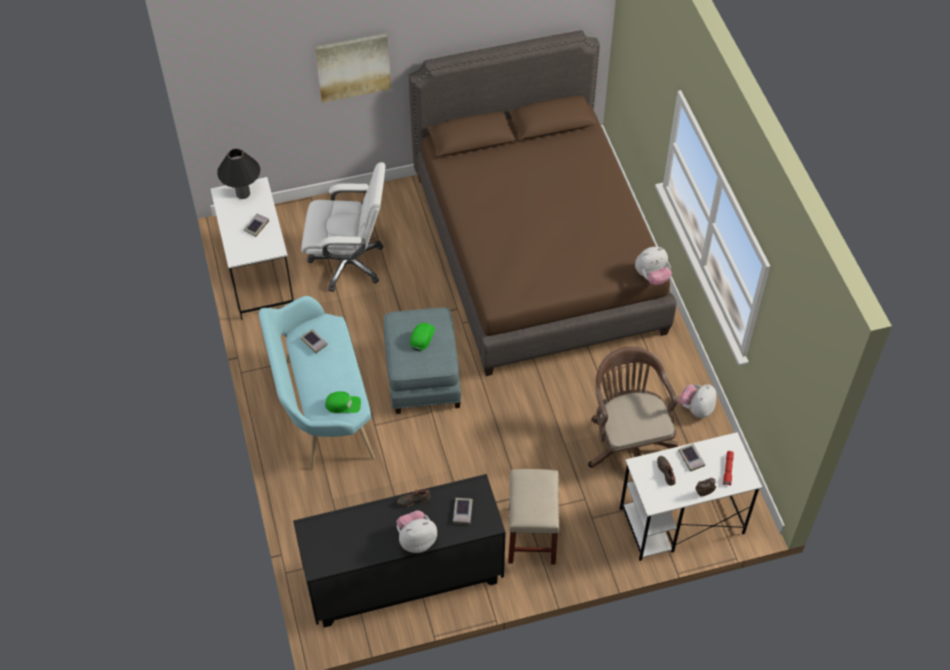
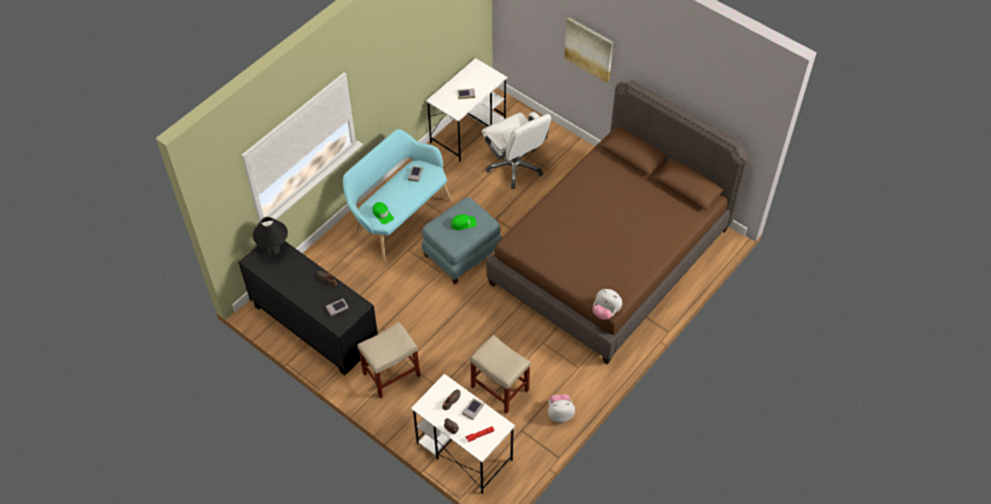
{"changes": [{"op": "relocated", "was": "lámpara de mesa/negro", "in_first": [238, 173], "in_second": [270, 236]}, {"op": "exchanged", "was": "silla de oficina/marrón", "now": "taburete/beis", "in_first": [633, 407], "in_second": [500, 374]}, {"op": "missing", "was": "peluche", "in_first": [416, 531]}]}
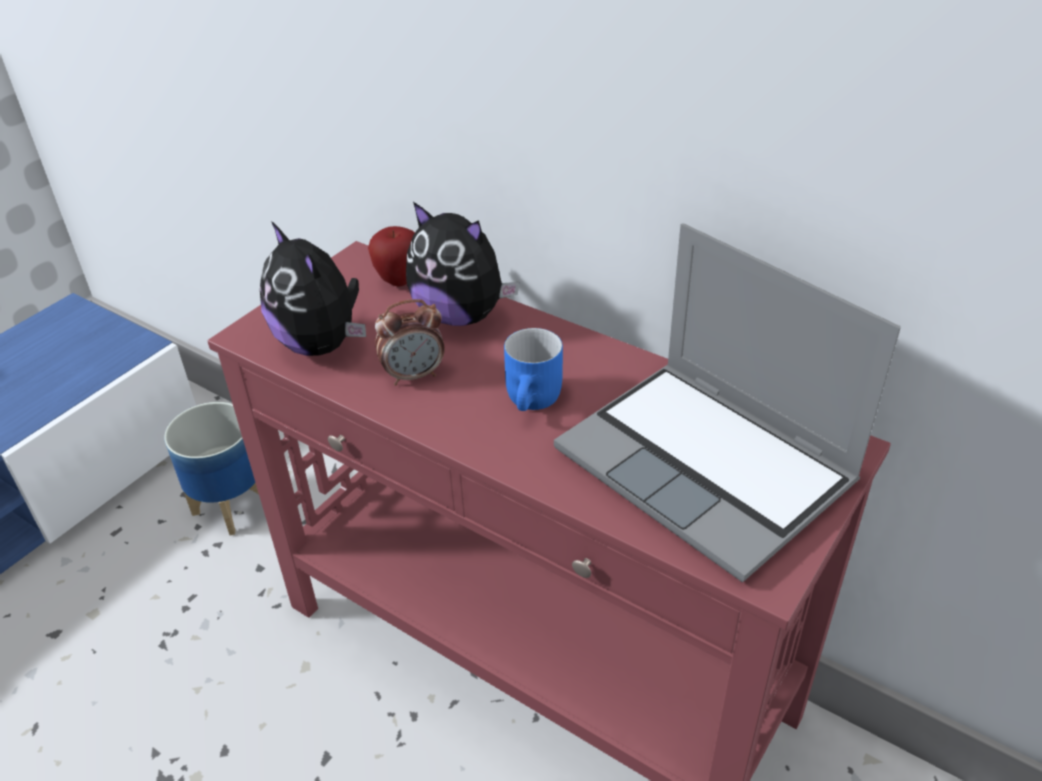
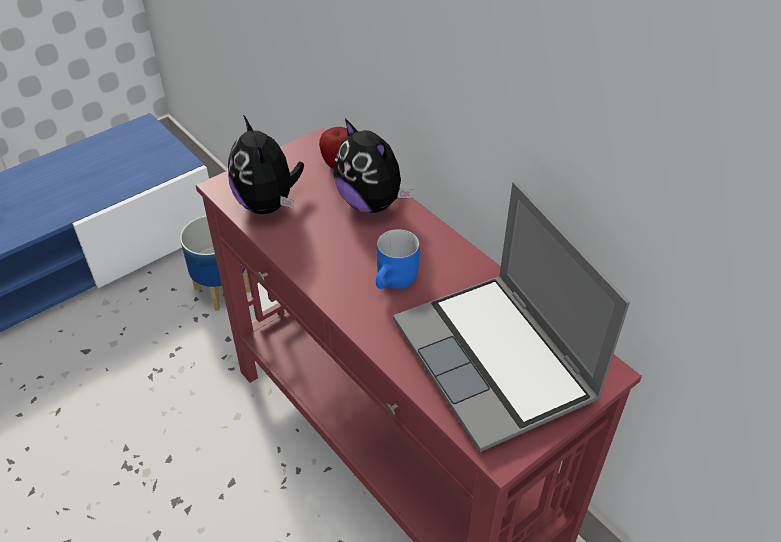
{"changes": [{"op": "missing", "was": "despertador", "in_first": [410, 342]}]}
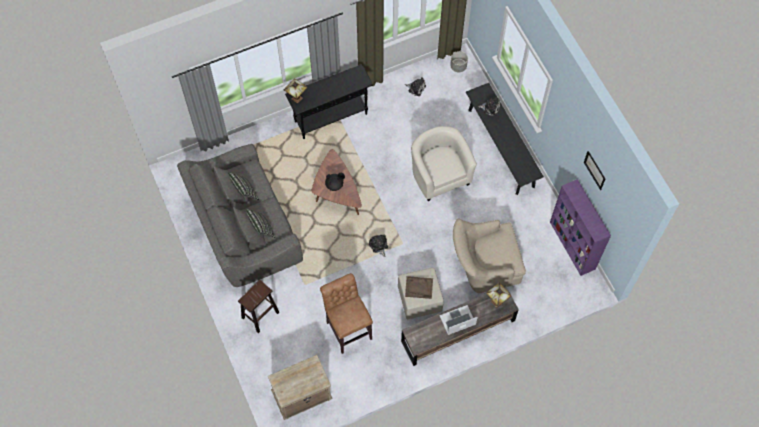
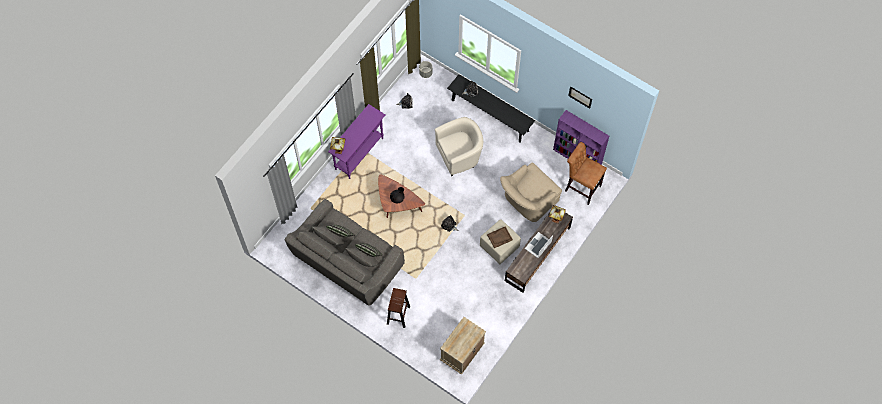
{"changes": [{"op": "colour", "was": "mesa consola/negro", "now": "mesa consola/morado", "in_first": [329, 101], "in_second": [356, 141]}, {"op": "spun", "was": "sillón/beis", "in_first": [444, 163], "in_second": [459, 146], "clockwise": 120}, {"op": "relocated", "was": "taburete/marrón", "in_first": [346, 313], "in_second": [586, 173]}]}
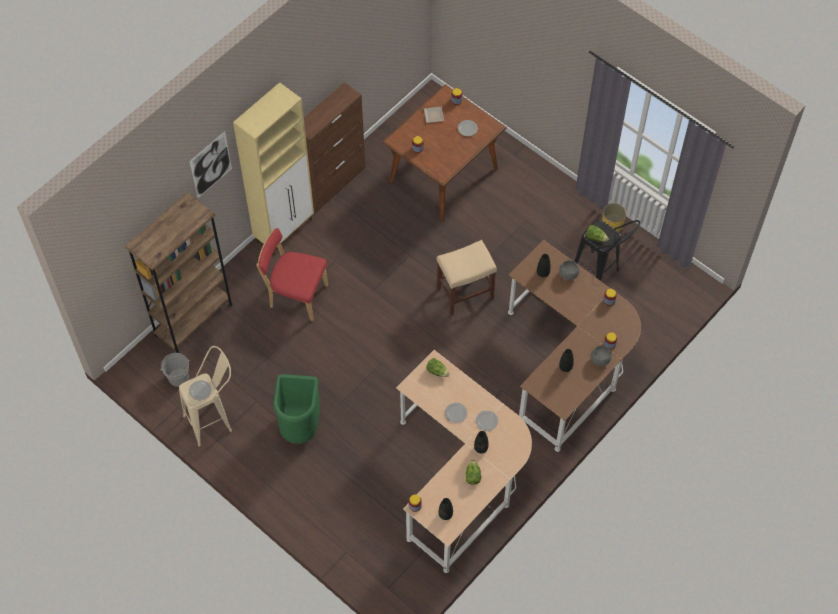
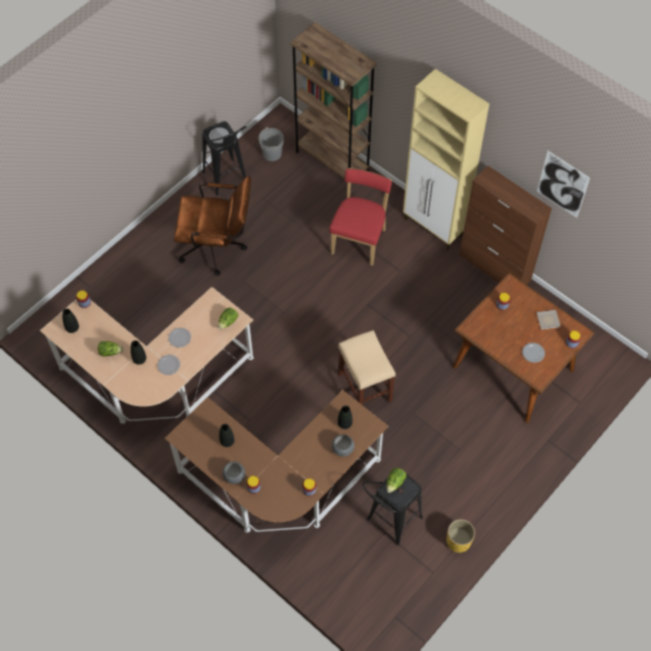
{"changes": [{"op": "relocated", "was": "cuadro", "in_first": [211, 164], "in_second": [563, 184]}, {"op": "colour", "was": "taburete/beis", "now": "taburete/negro", "in_first": [205, 396], "in_second": [224, 158]}, {"op": "exchanged", "was": "papelera/verde", "now": "silla de oficina/marrón", "in_first": [297, 409], "in_second": [212, 225]}]}
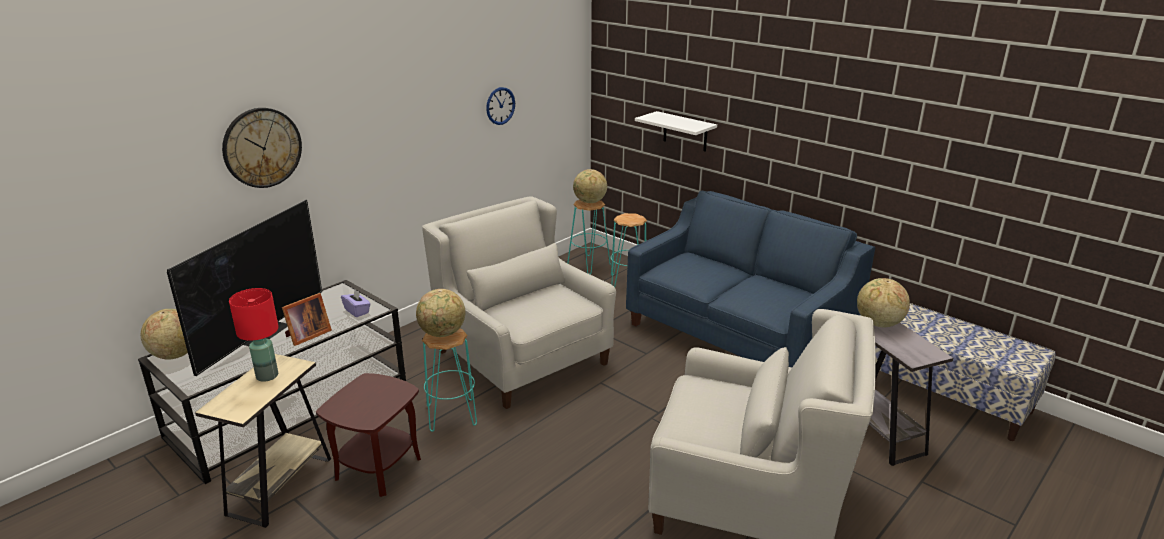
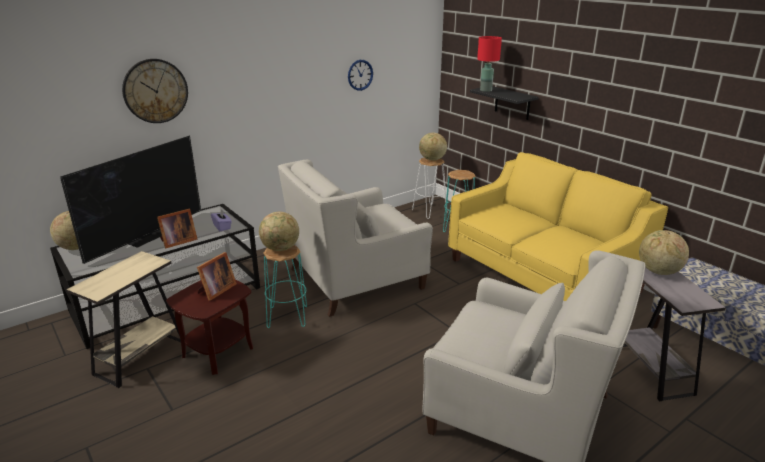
{"changes": [{"op": "colour", "was": "estante/blanco", "now": "estante/negro", "in_first": [676, 131], "in_second": [504, 103]}, {"op": "colour", "was": "sofá/azul", "now": "sofá/amarillo", "in_first": [750, 279], "in_second": [558, 226]}, {"op": "spun", "was": "sillón/blanco", "in_first": [519, 302], "in_second": [355, 238], "clockwise": -90}, {"op": "colour", "was": "taburete/turquesa", "now": "taburete/blanco", "in_first": [589, 237], "in_second": [429, 188]}, {"op": "relocated", "was": "lámpara de mesa/rojo", "in_first": [254, 335], "in_second": [489, 64]}, {"op": "appeared", "now": "portarretratos", "in_second": [217, 276]}]}
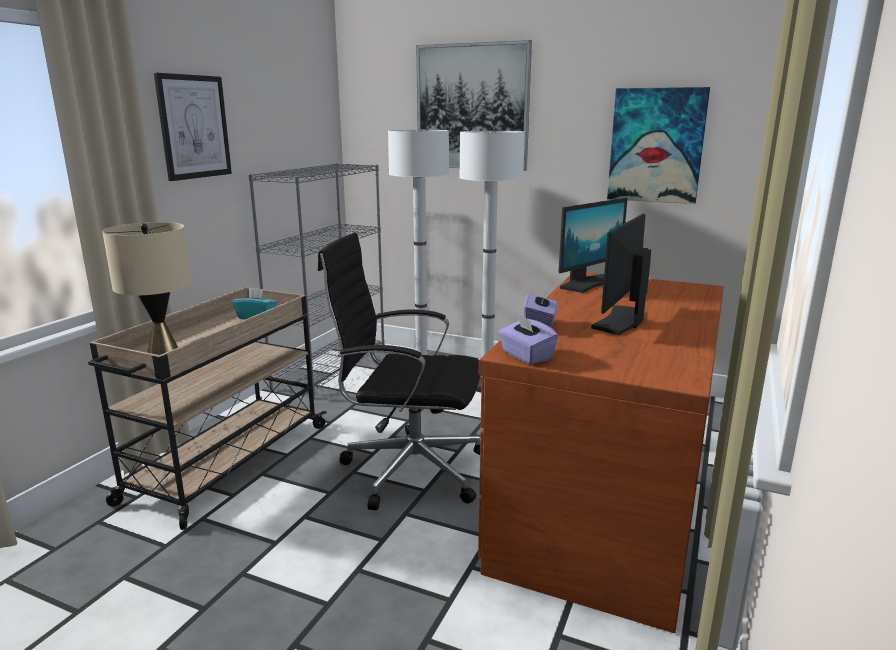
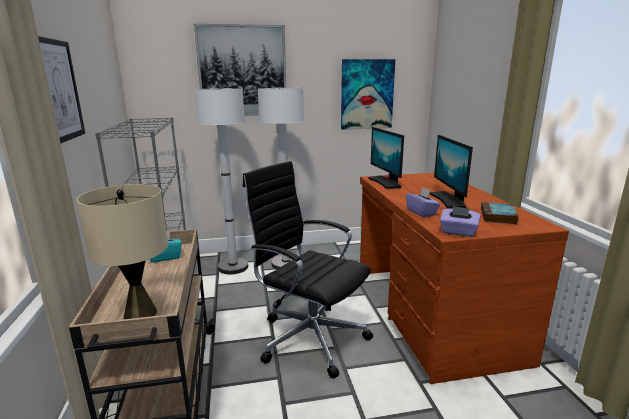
{"changes": [{"op": "spun", "was": "monitor", "in_first": [593, 245], "in_second": [386, 158], "clockwise": 150}, {"op": "spun", "was": "silla de oficina/negro", "in_first": [399, 371], "in_second": [308, 269], "clockwise": 60}, {"op": "appeared", "now": "libro", "in_second": [500, 213]}]}
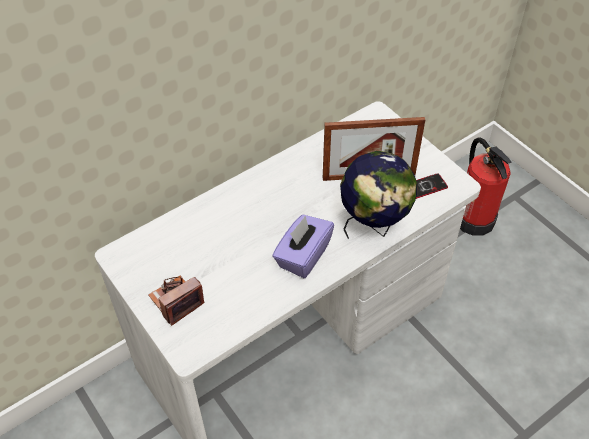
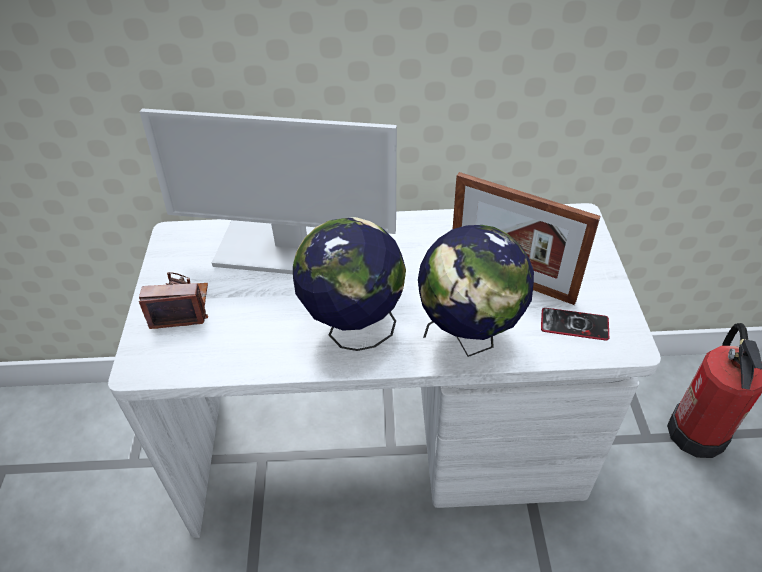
{"changes": [{"op": "exchanged", "was": "caja de pañuelos/morado", "now": "globo terráqueo", "in_first": [303, 246], "in_second": [349, 284]}, {"op": "appeared", "now": "monitor", "in_second": [268, 191]}]}
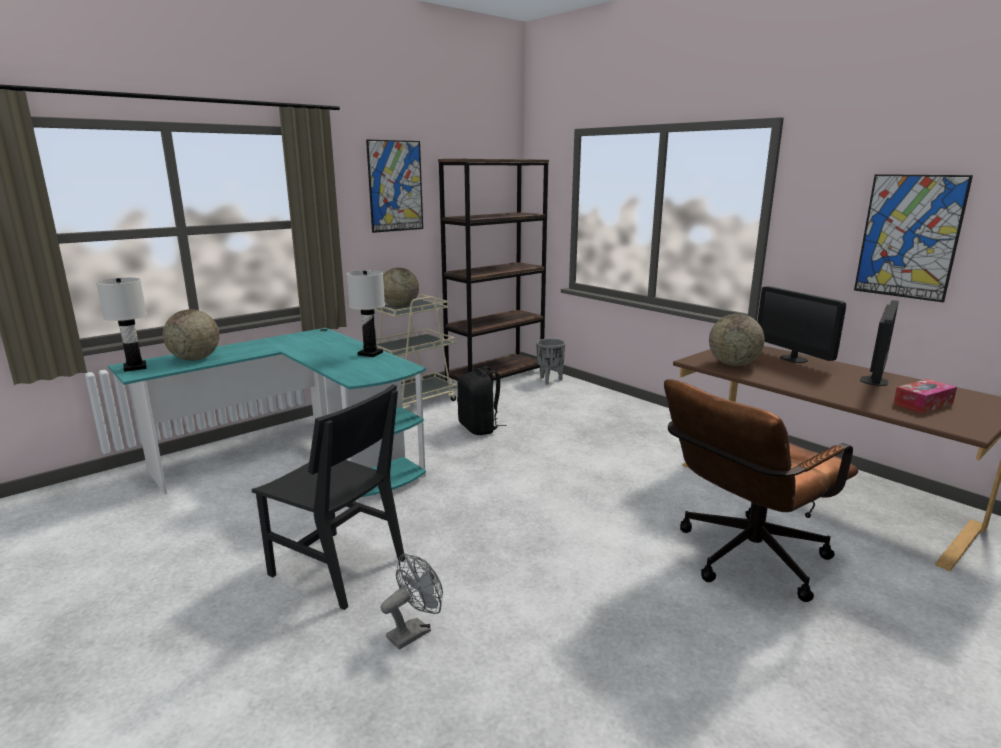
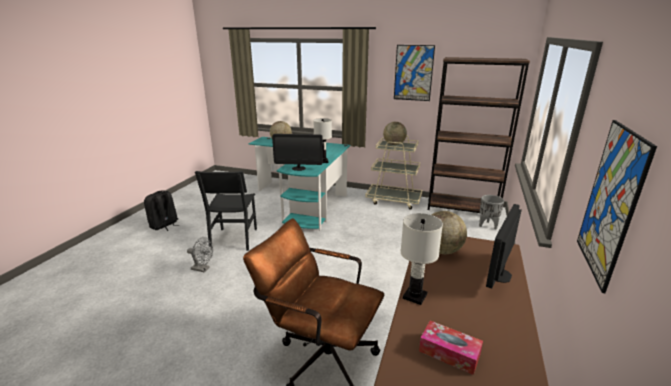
{"changes": [{"op": "relocated", "was": "lámpara de mesa/blanco", "in_first": [121, 325], "in_second": [422, 259]}, {"op": "relocated", "was": "monitor", "in_first": [879, 343], "in_second": [297, 152]}, {"op": "relocated", "was": "mochila/negro", "in_first": [481, 400], "in_second": [161, 210]}]}
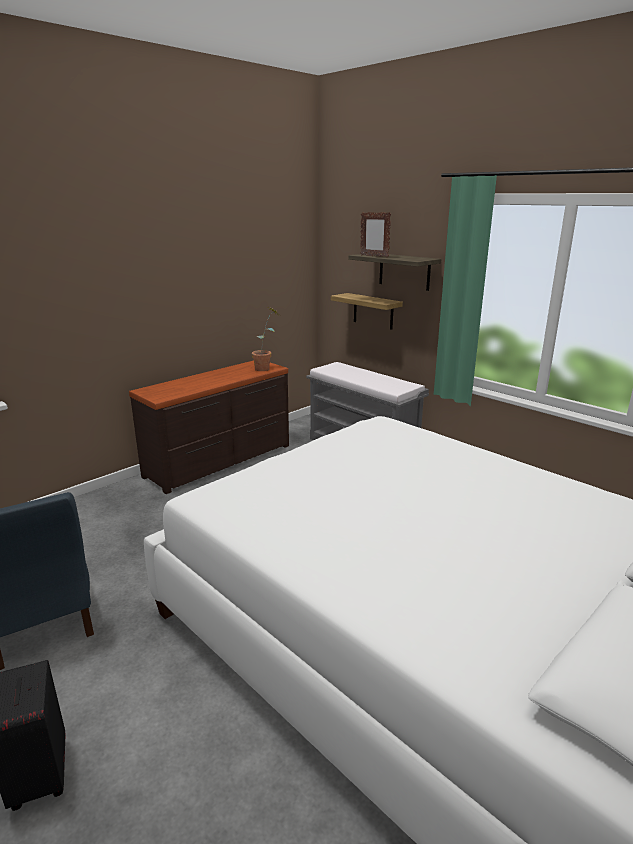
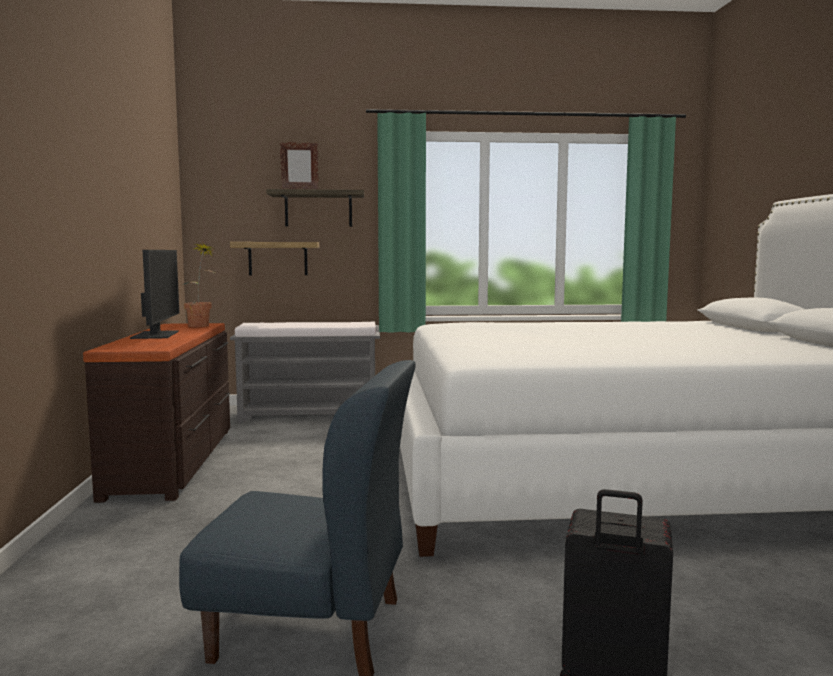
{"changes": [{"op": "appeared", "now": "monitor", "in_second": [154, 294]}]}
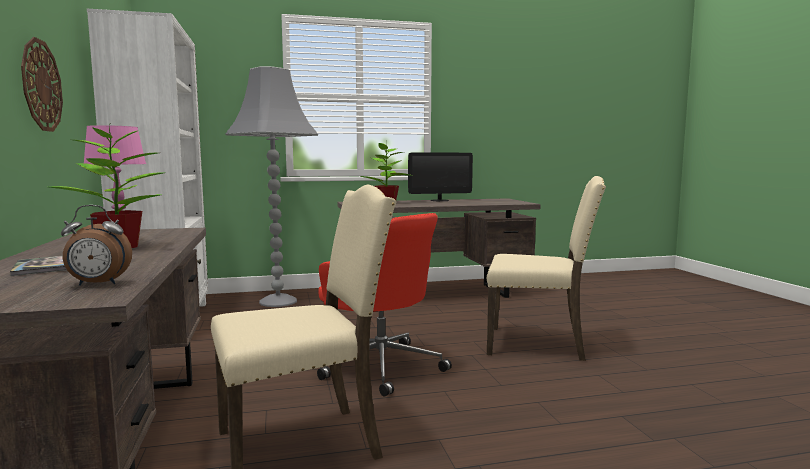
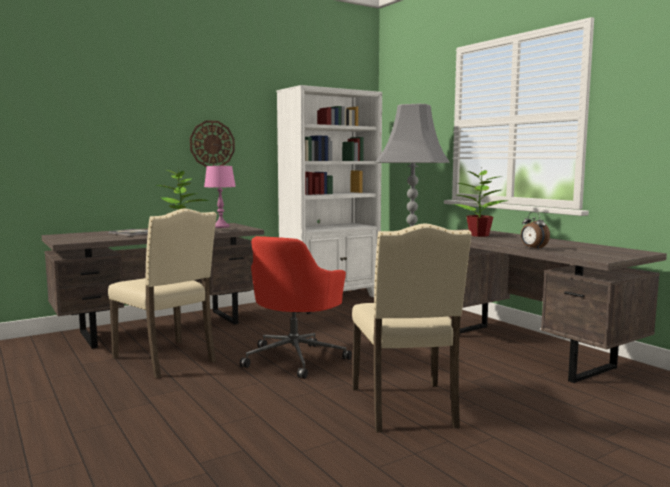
{"changes": [{"op": "missing", "was": "monitor", "in_first": [440, 177]}, {"op": "relocated", "was": "despertador", "in_first": [96, 245], "in_second": [535, 231]}]}
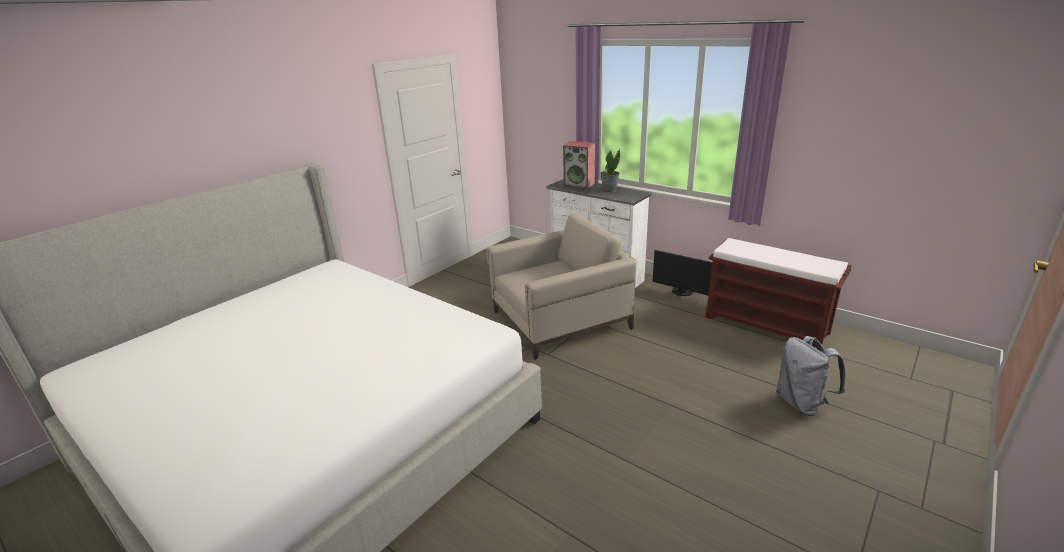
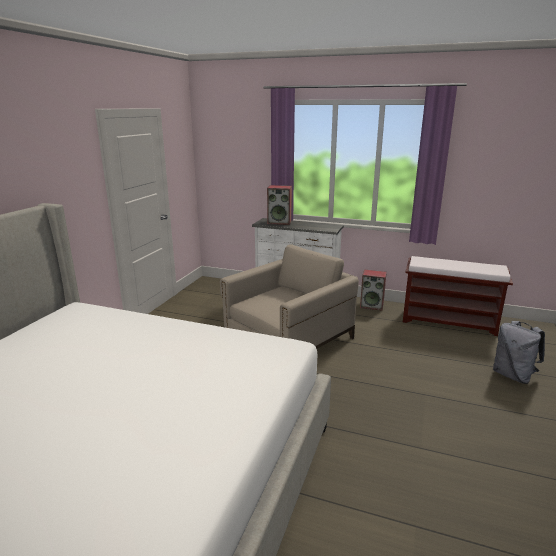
{"changes": [{"op": "missing", "was": "planta en maceta", "in_first": [610, 170]}, {"op": "exchanged", "was": "monitor", "now": "altavoz", "in_first": [682, 273], "in_second": [373, 290]}]}
